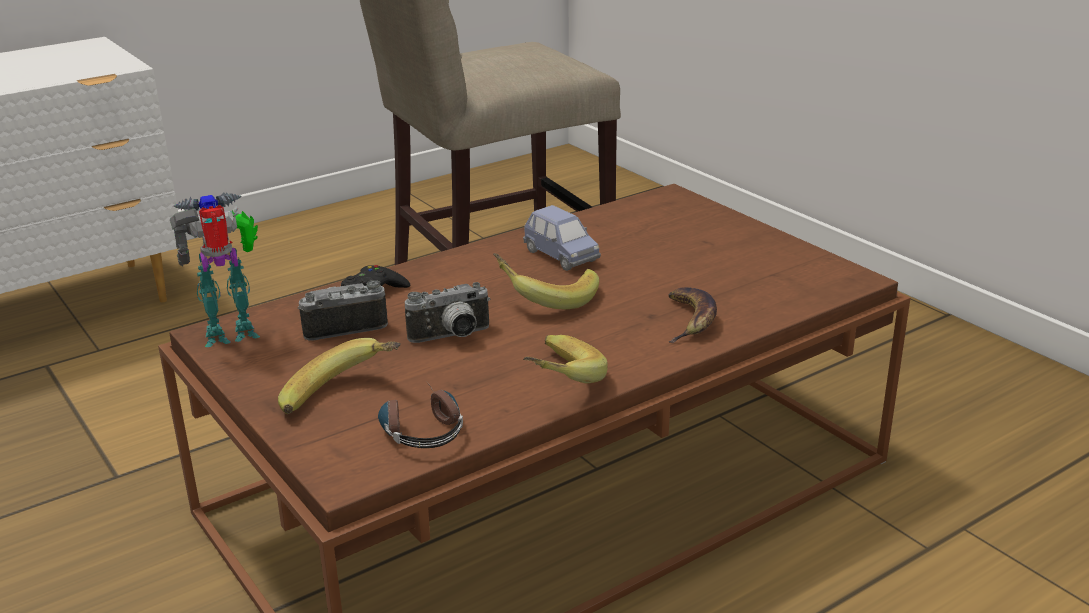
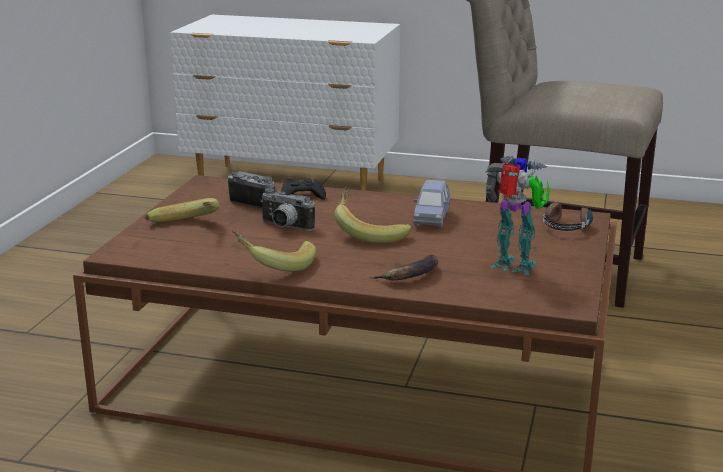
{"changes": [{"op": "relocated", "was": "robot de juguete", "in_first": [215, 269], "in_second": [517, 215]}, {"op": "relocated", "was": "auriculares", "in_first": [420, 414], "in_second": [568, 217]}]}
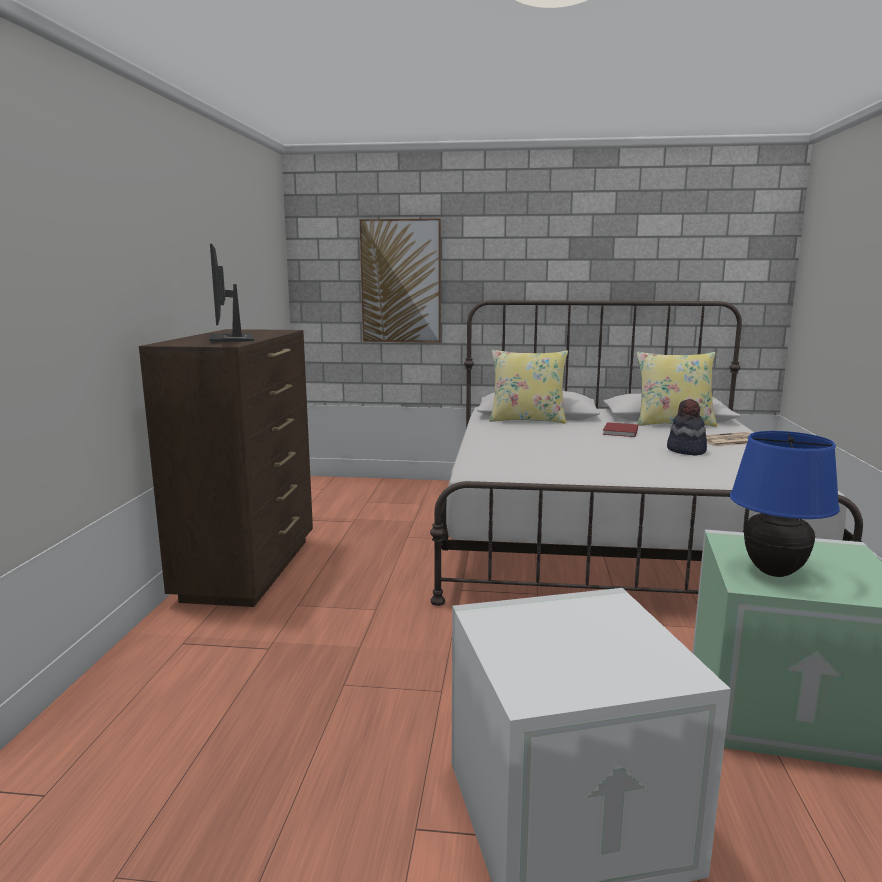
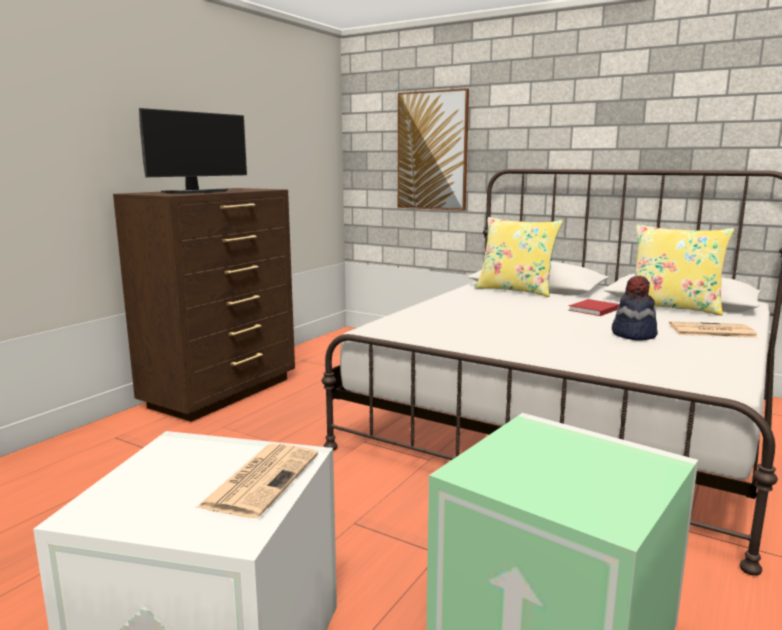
{"changes": [{"op": "spun", "was": "monitor", "in_first": [231, 293], "in_second": [193, 151], "clockwise": -150}, {"op": "missing", "was": "lámpara de mesa/azul", "in_first": [785, 504]}, {"op": "appeared", "now": "periódico", "in_second": [257, 480]}]}
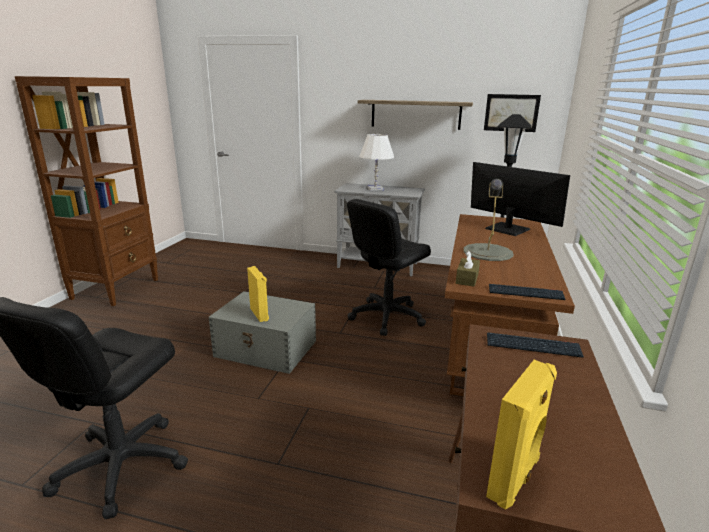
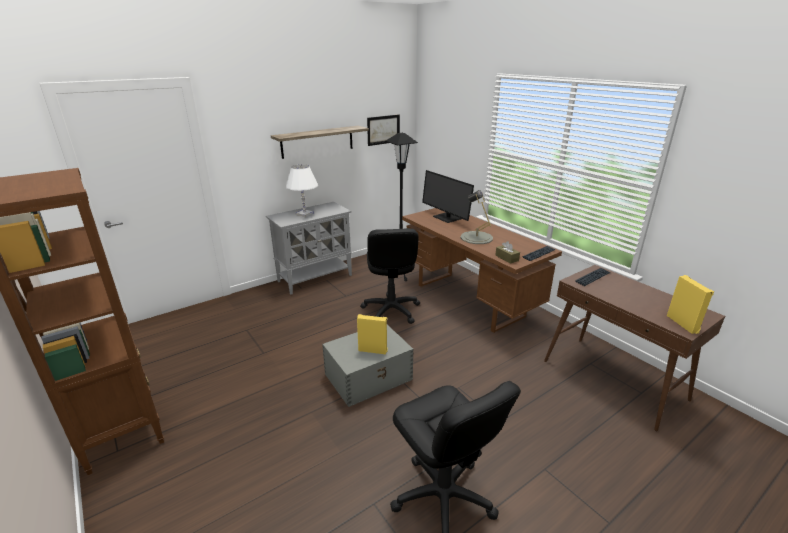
{"changes": [{"op": "spun", "was": "monitor", "in_first": [520, 199], "in_second": [448, 196], "clockwise": -120}]}
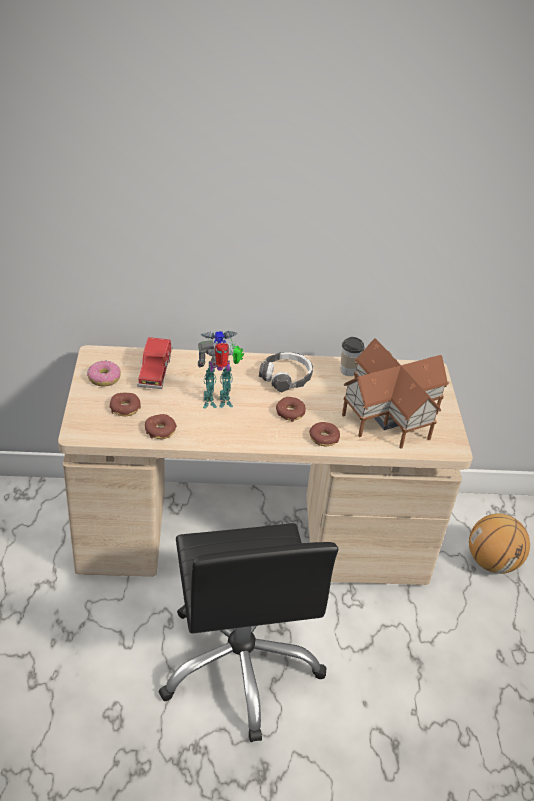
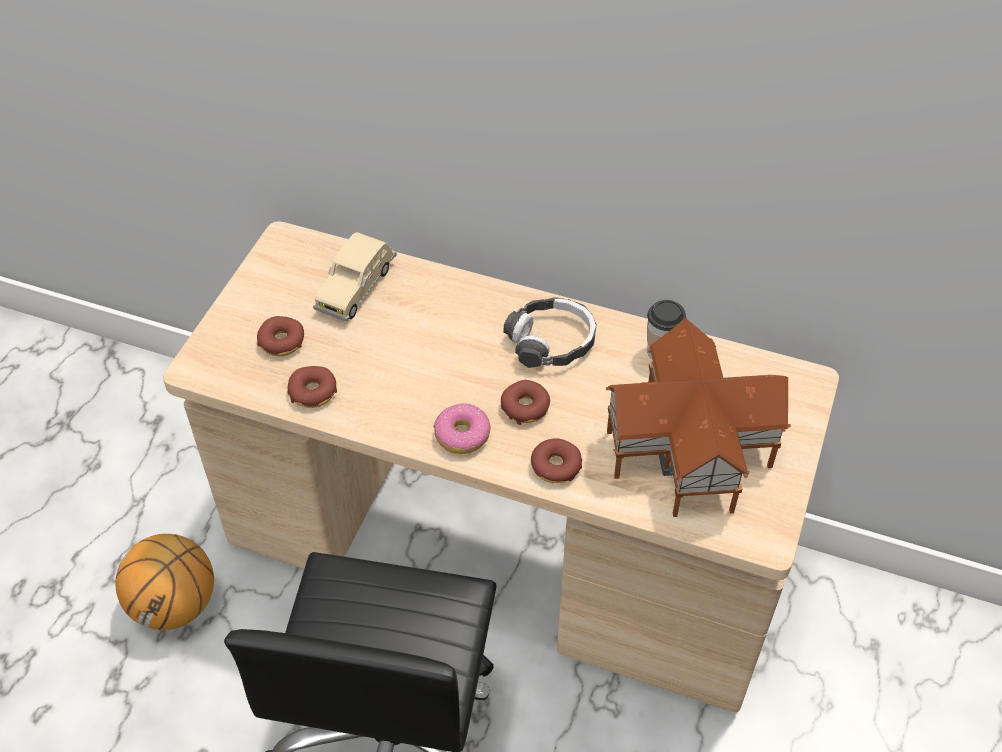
{"changes": [{"op": "missing", "was": "robot de juguete", "in_first": [221, 370]}, {"op": "colour", "was": "coche de juguete/rojo", "now": "coche de juguete/beis", "in_first": [154, 363], "in_second": [355, 277]}, {"op": "relocated", "was": "rosquilla", "in_first": [104, 373], "in_second": [461, 429]}, {"op": "relocated", "was": "balón de baloncesto", "in_first": [499, 544], "in_second": [164, 582]}]}
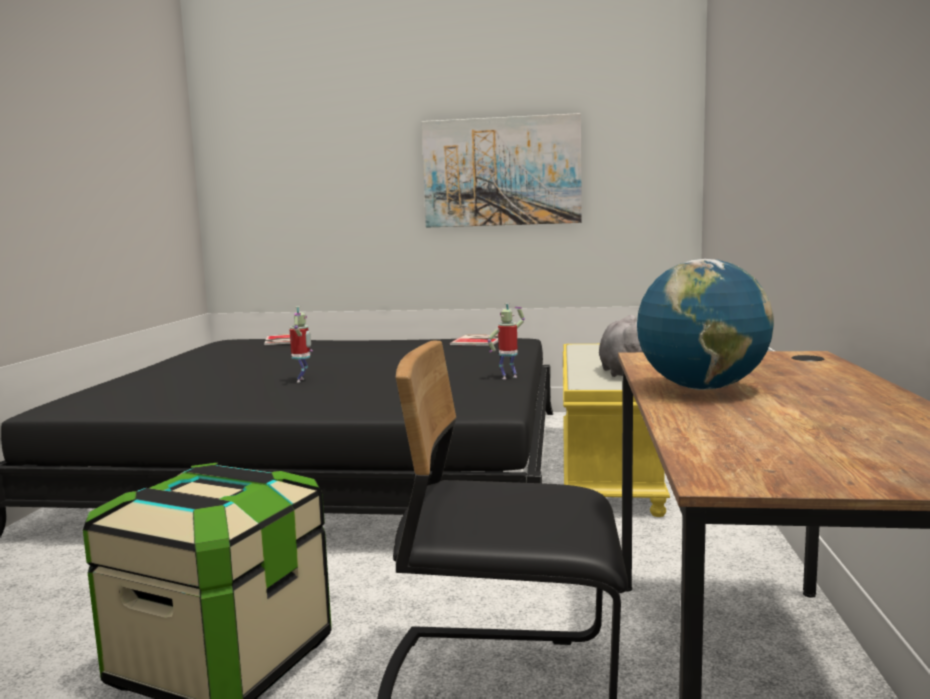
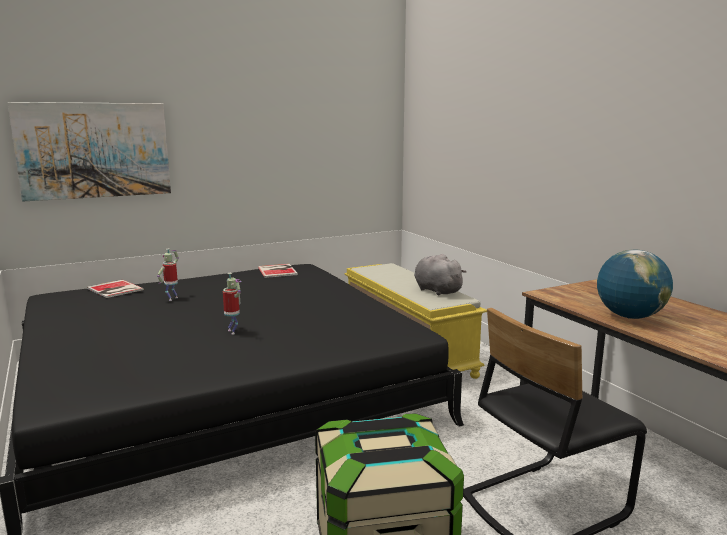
{"changes": [{"op": "relocated", "was": "cuadro", "in_first": [502, 170], "in_second": [89, 152]}, {"op": "relocated", "was": "robot de juguete", "in_first": [506, 341], "in_second": [168, 275]}]}
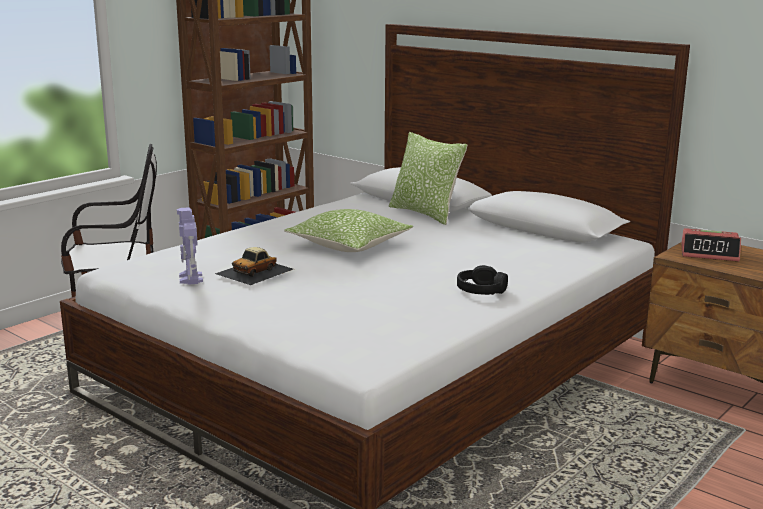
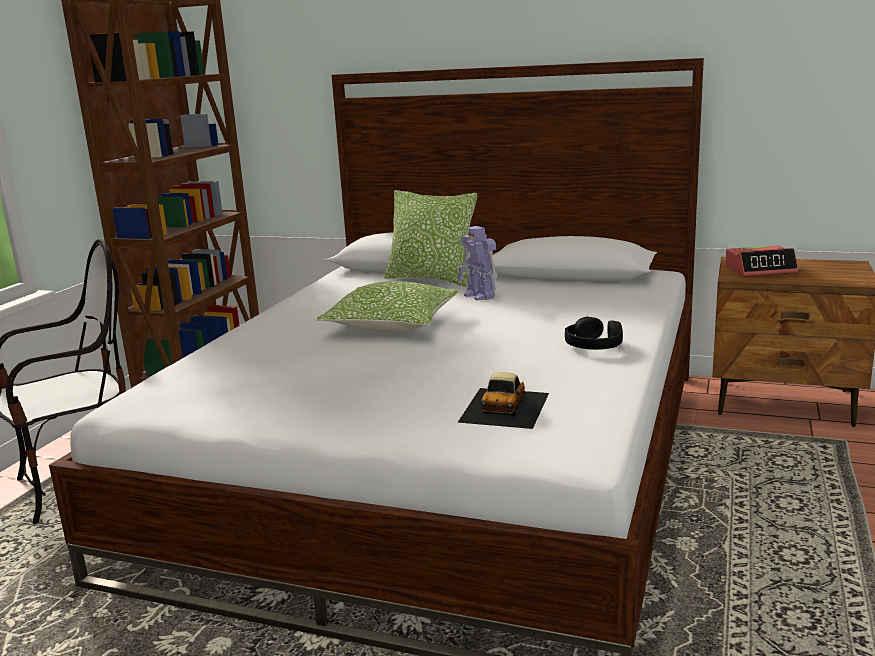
{"changes": [{"op": "relocated", "was": "robot de juguete", "in_first": [190, 246], "in_second": [478, 263]}, {"op": "relocated", "was": "coche de juguete", "in_first": [254, 266], "in_second": [503, 400]}]}
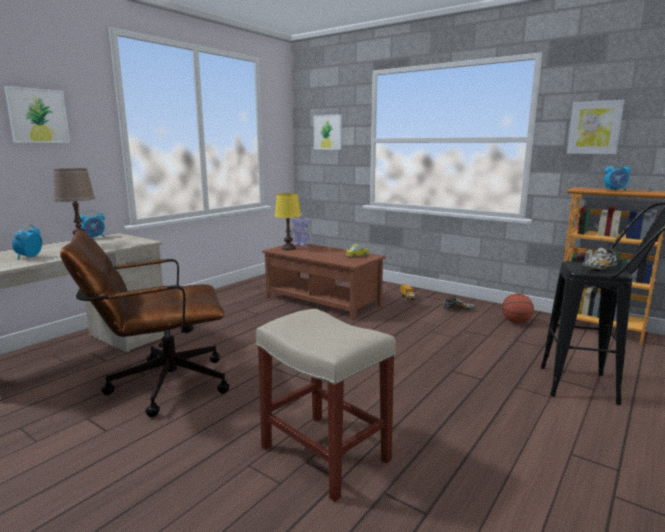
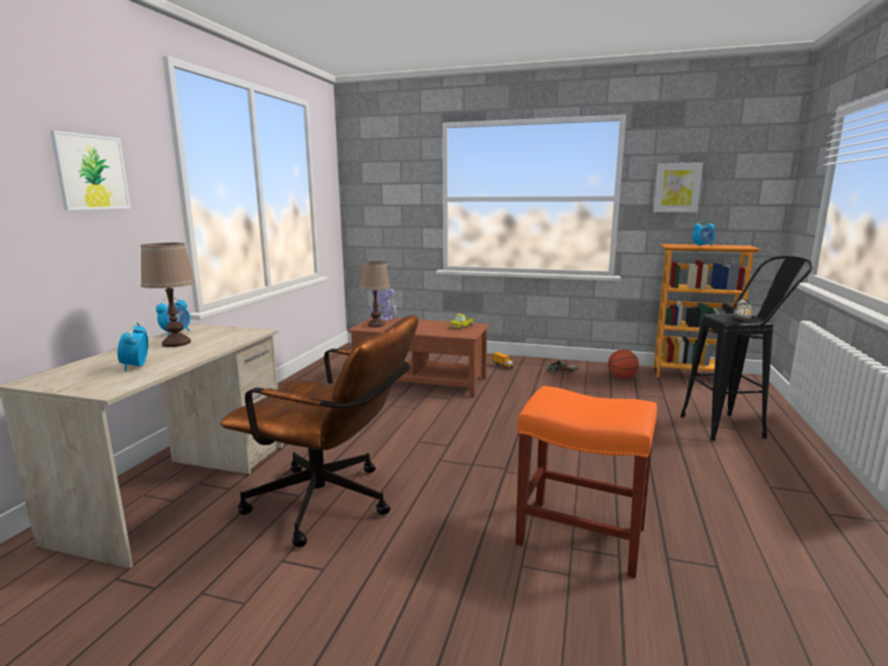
{"changes": [{"op": "missing", "was": "cuadro", "in_first": [327, 132]}, {"op": "colour", "was": "lámpara de mesa/amarillo", "now": "lámpara de mesa/marrón", "in_first": [288, 221], "in_second": [374, 294]}, {"op": "spun", "was": "silla de oficina/marrón", "in_first": [145, 323], "in_second": [319, 431], "clockwise": -120}, {"op": "colour", "was": "taburete/beis", "now": "taburete/naranja", "in_first": [326, 405], "in_second": [586, 482]}]}
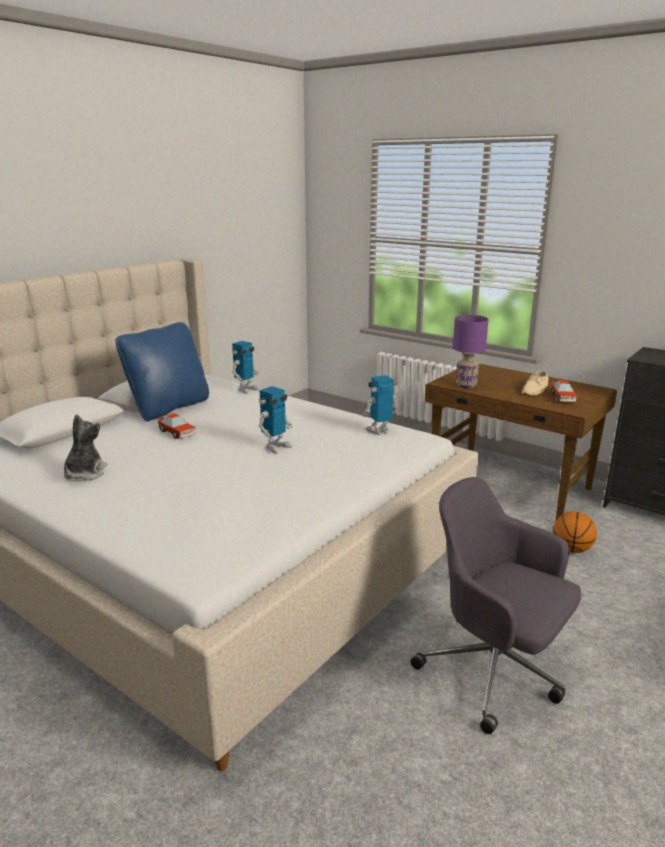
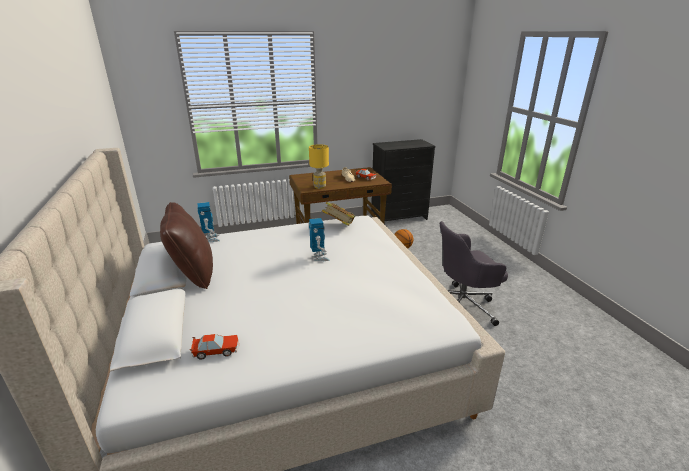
{"changes": [{"op": "colour", "was": "lámpara de mesa/morado", "now": "lámpara de mesa/amarillo", "in_first": [471, 351], "in_second": [319, 166]}, {"op": "colour", "was": "cojín/azul", "now": "cojín/marrón", "in_first": [162, 372], "in_second": [186, 245]}, {"op": "exchanged", "was": "robot de juguete", "now": "libro", "in_first": [380, 405], "in_second": [338, 214]}, {"op": "relocated", "was": "coche de juguete", "in_first": [176, 426], "in_second": [214, 347]}, {"op": "missing", "was": "peluche", "in_first": [86, 447]}]}
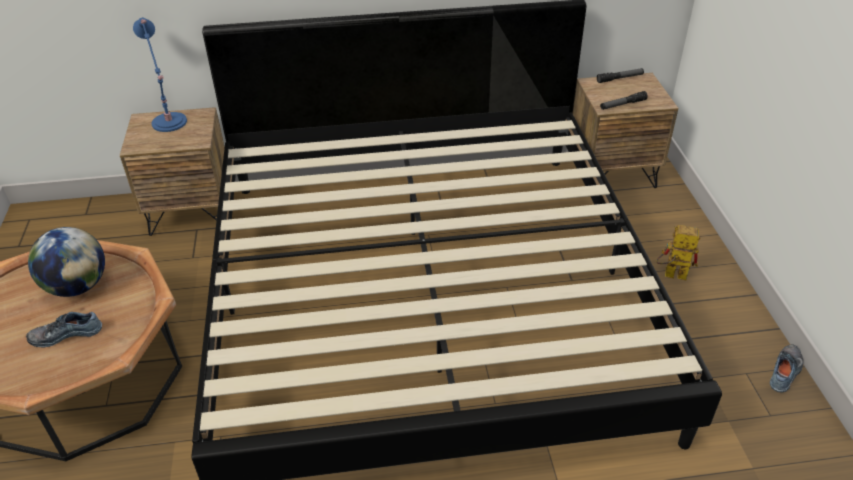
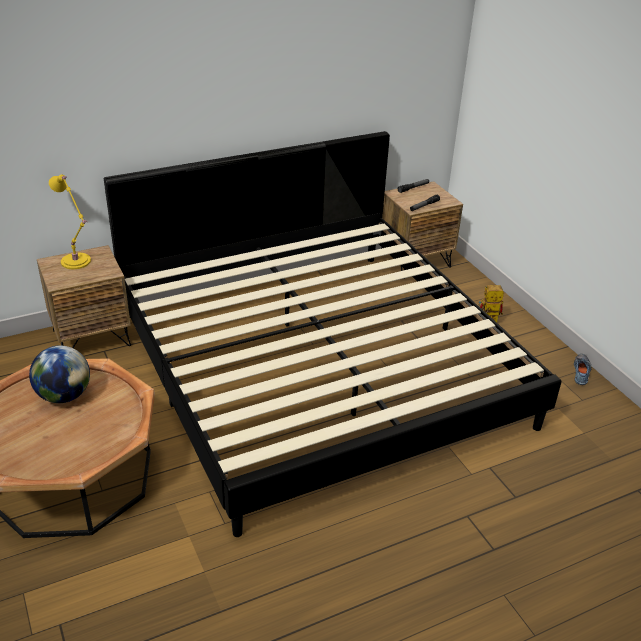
{"changes": [{"op": "colour", "was": "lámpara de mesa/azul", "now": "lámpara de mesa/amarillo", "in_first": [160, 74], "in_second": [70, 221]}, {"op": "missing", "was": "zapato", "in_first": [64, 329]}]}
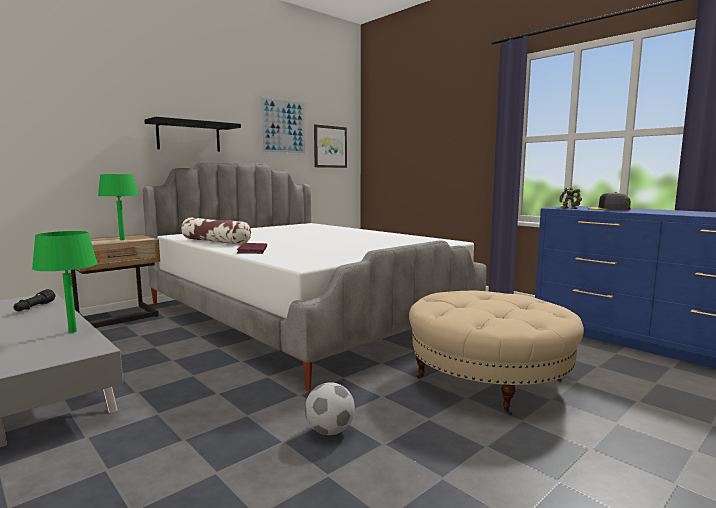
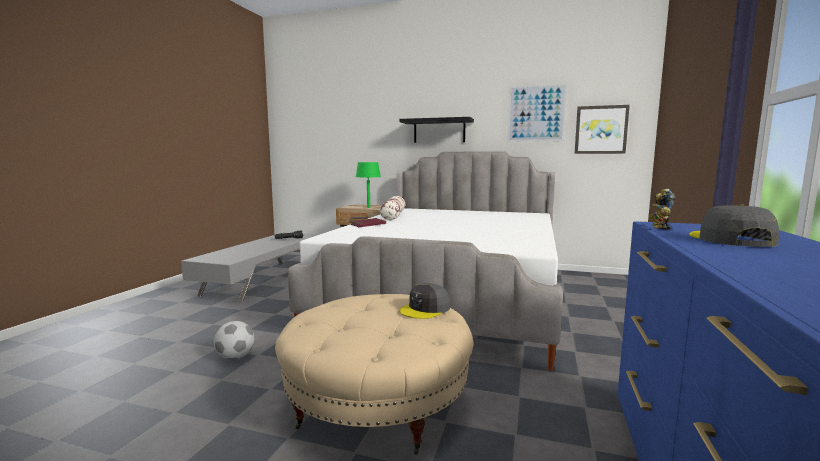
{"changes": [{"op": "missing", "was": "lámpara de mesa/verde", "in_first": [65, 282]}, {"op": "appeared", "now": "gorra/gris", "in_second": [424, 301]}]}
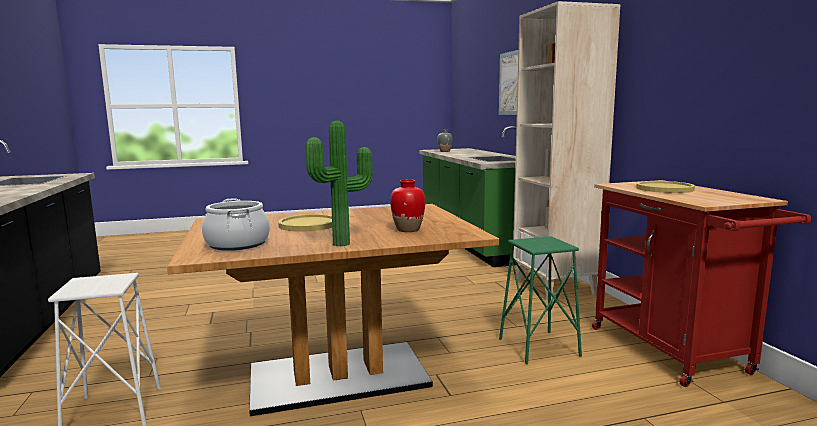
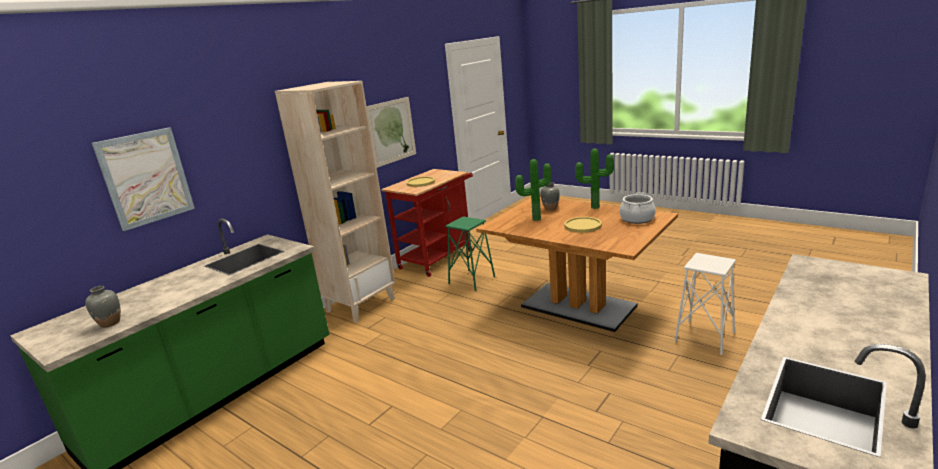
{"changes": [{"op": "colour", "was": "florero/rojo", "now": "florero/gris", "in_first": [407, 205], "in_second": [550, 196]}, {"op": "appeared", "now": "cuadro", "in_second": [391, 132]}, {"op": "appeared", "now": "planta en maceta", "in_second": [533, 190]}]}
